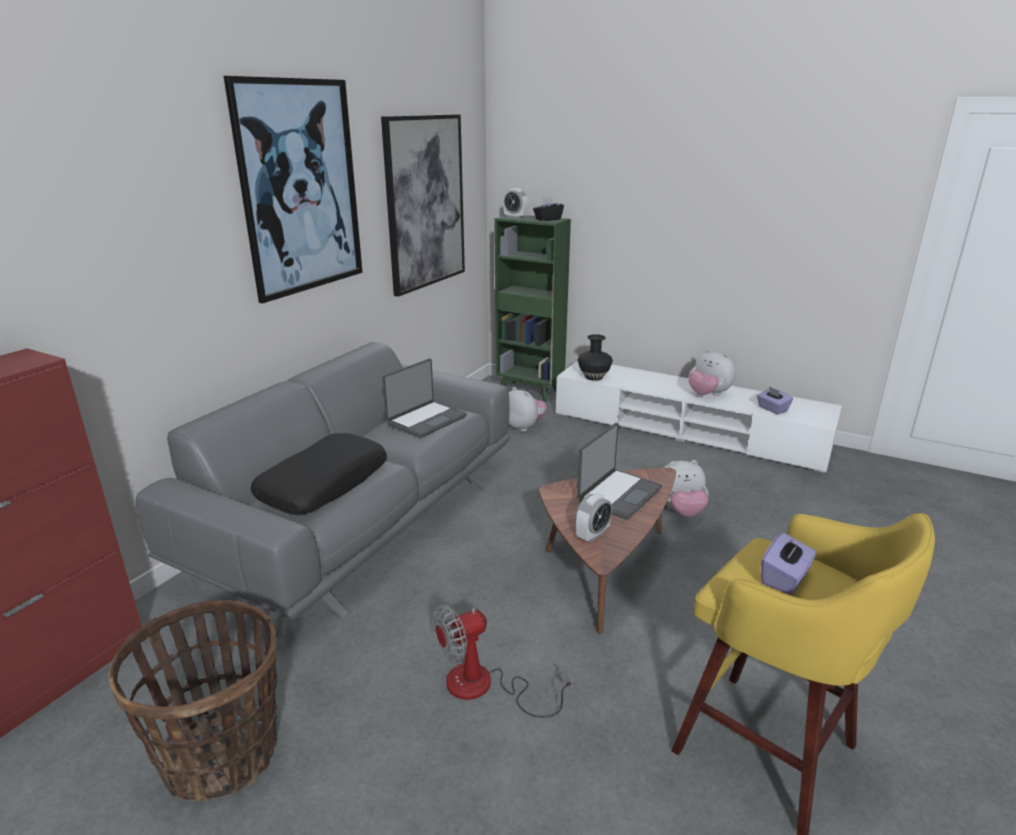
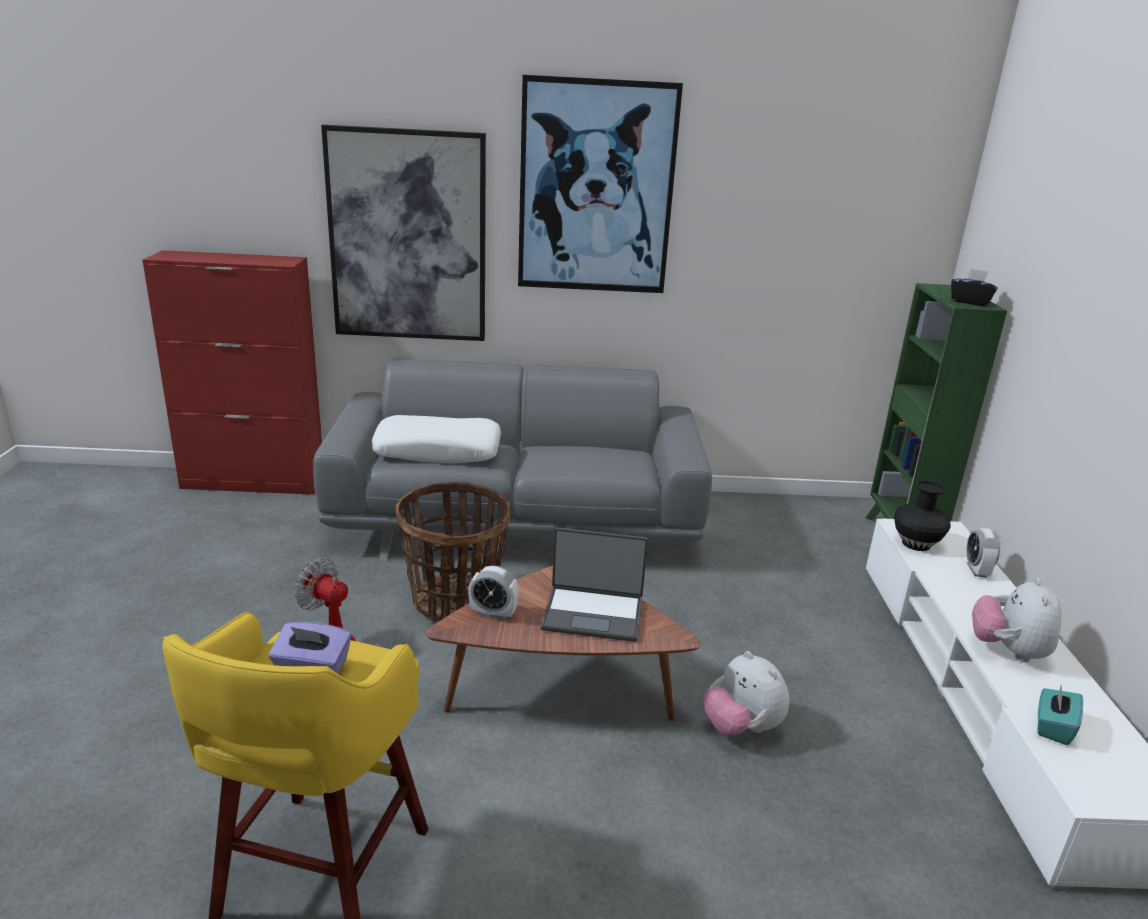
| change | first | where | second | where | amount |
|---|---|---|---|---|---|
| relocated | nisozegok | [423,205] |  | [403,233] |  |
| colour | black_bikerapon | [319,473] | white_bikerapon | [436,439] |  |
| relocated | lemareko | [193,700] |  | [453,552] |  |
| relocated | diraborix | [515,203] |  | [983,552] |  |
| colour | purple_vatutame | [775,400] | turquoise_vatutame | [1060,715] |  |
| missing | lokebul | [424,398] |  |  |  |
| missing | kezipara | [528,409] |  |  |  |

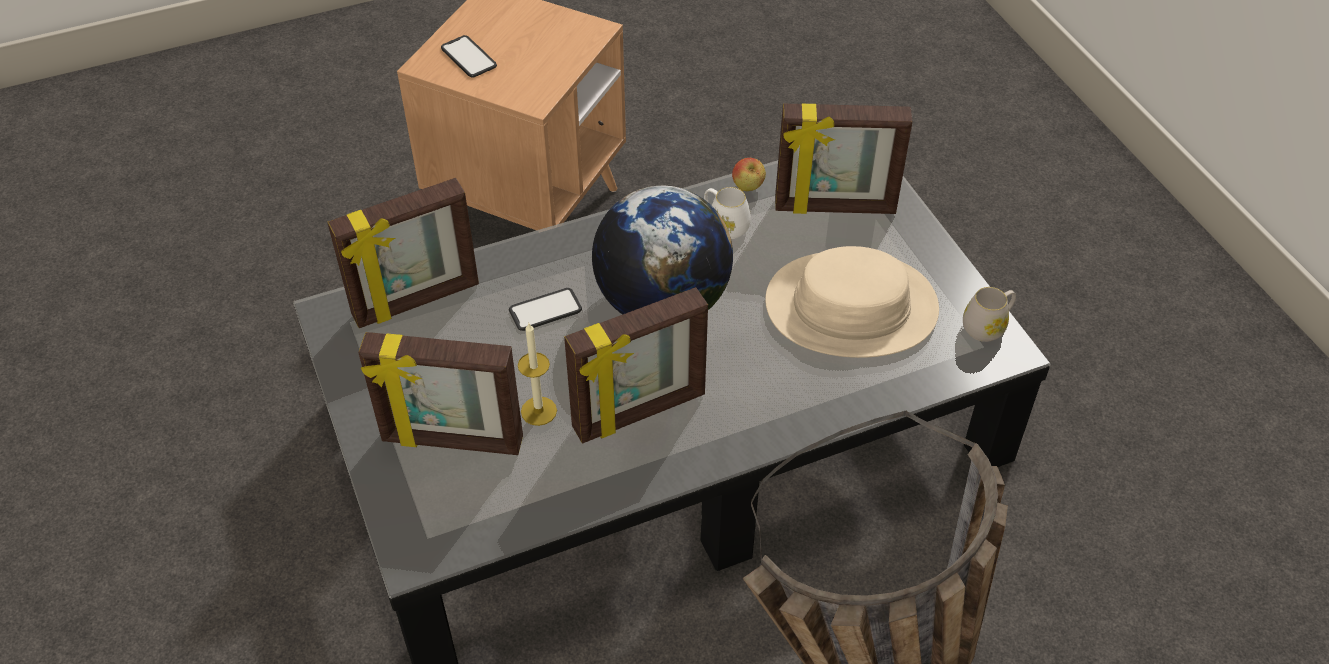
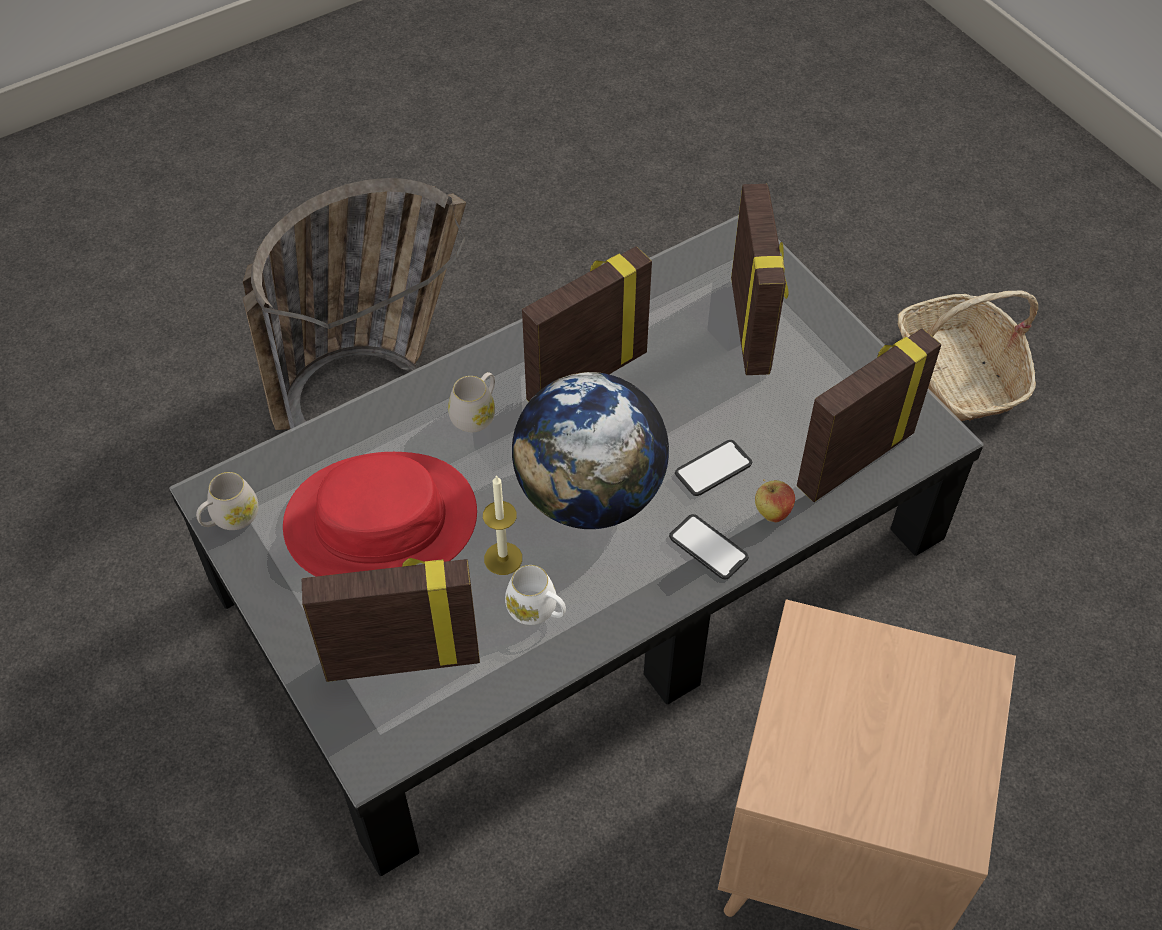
| change | first | where | second | where | amount |
|---|---|---|---|---|---|
| colour | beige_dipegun | [852,302] | red_dipegun | [380,514] |  |
| appeared |  |  | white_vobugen | [471,402] |  |
| relocated | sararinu | [537,374] |  | [502,525] |  |
| relocated | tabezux | [469,56] |  | [709,546] |  |
| spun | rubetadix | [440,393] |  | [760,279] | 90 degrees clockwise |
| relocated | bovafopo | [749,174] |  | [775,500] |  |
| appeared |  |  | lemareko | [968,356] |  |

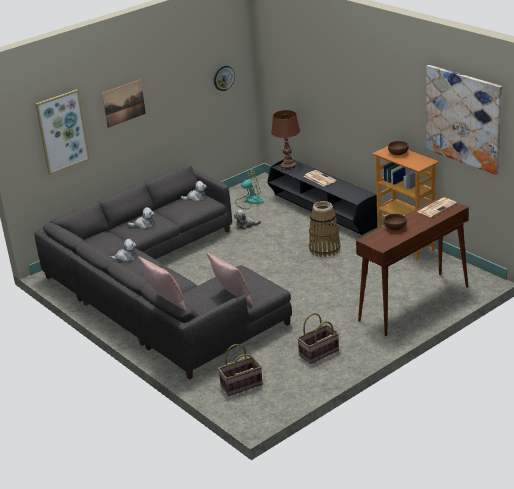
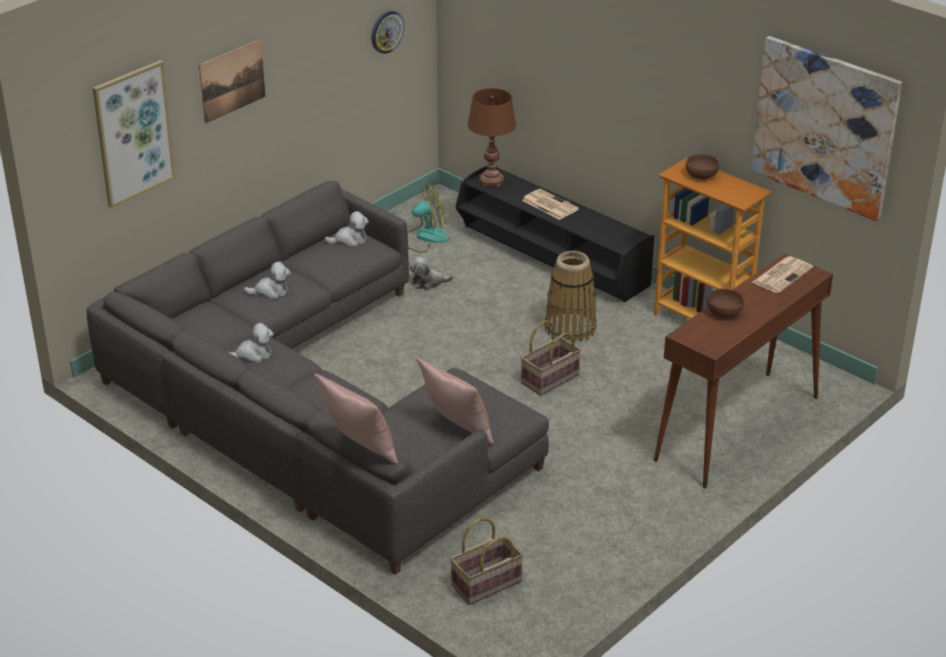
| change | first | where | second | where | amount |
|---|---|---|---|---|---|
| relocated | lemareko | [318,338] |  | [551,358] |  |

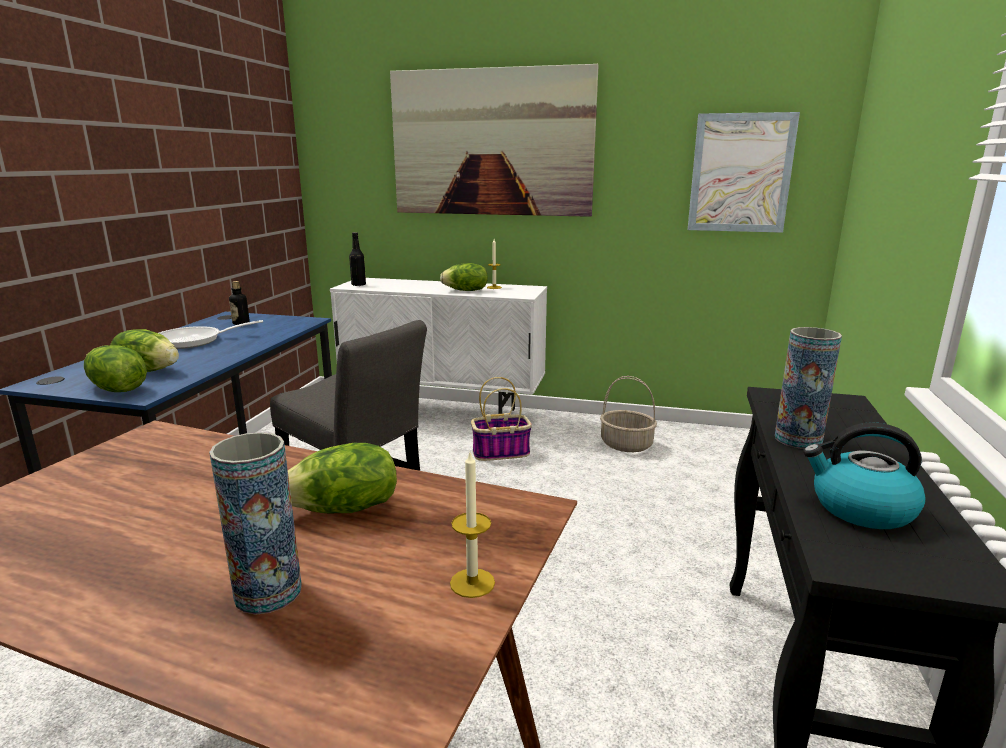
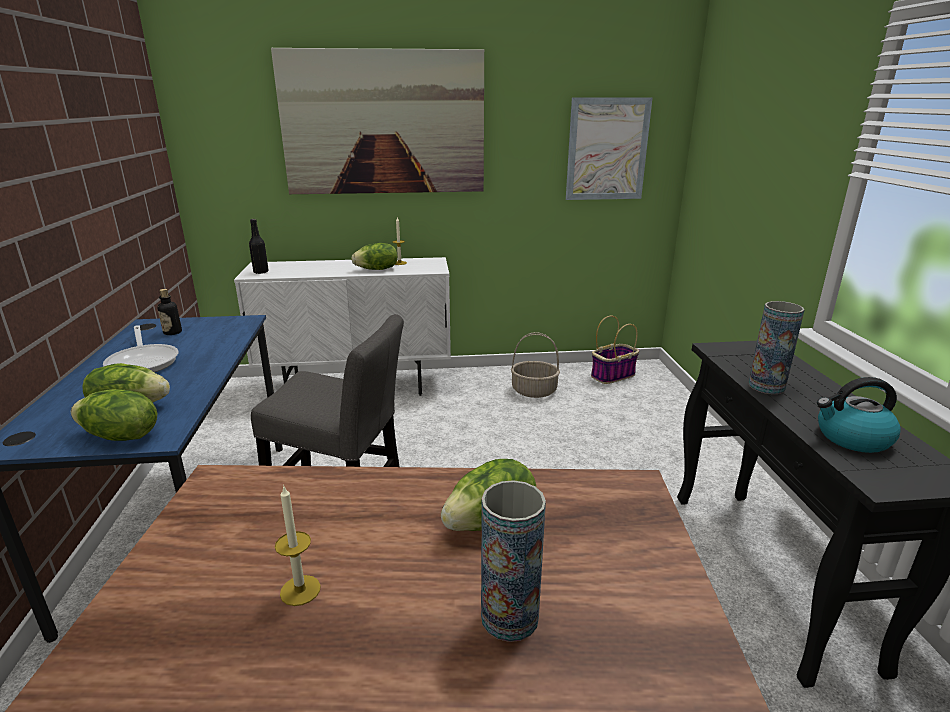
| change | first | where | second | where | amount |
|---|---|---|---|---|---|
| spun | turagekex | [211,334] |  | [141,349] | 75 degrees counterclockwise |
| relocated | sararinu | [472,525] |  | [298,545] |  |
| relocated | lemareko | [501,419] |  | [615,350] |  |

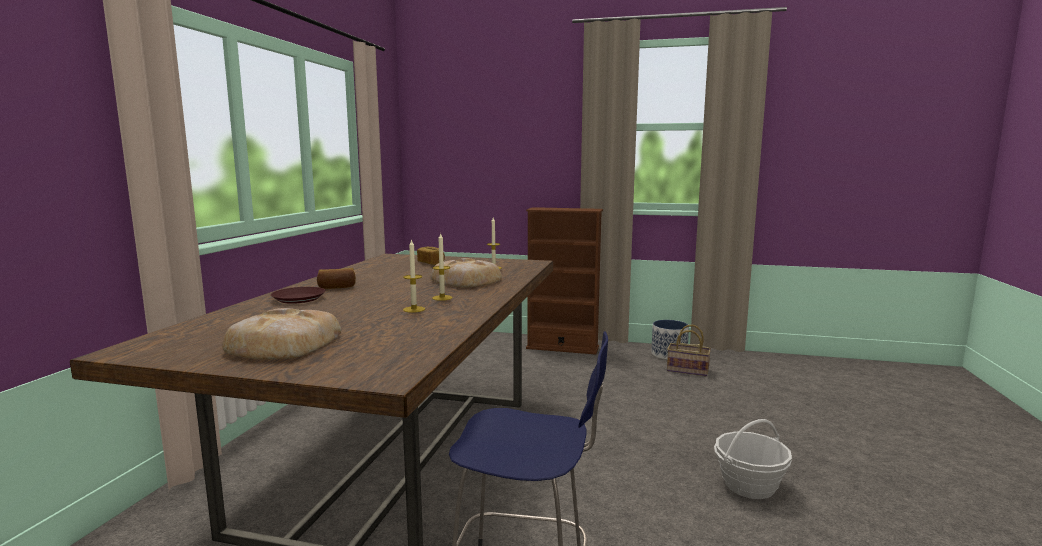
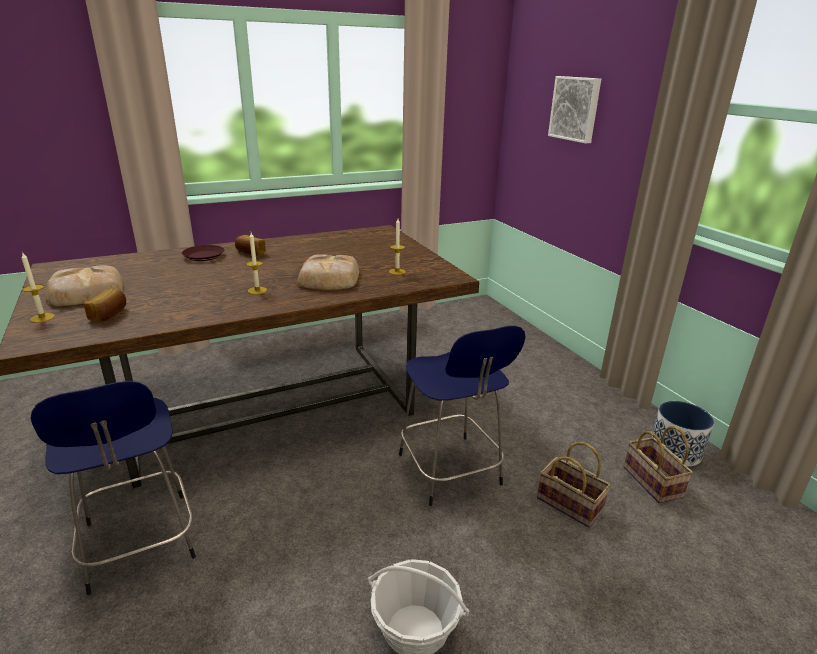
| change | first | where | second | where | amount |
|---|---|---|---|---|---|
| relocated | sararinu | [414,276] |  | [38,288] |  |
| relocated | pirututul | [431,256] |  | [105,305] |  |
| appeared |  |  | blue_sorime | [462,416] |  |
| appeared |  |  | lemareko | [574,485] |  |
| appeared |  |  | nisozegok | [574,109] |  |
| missing | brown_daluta | [564,281] |  |  |  |

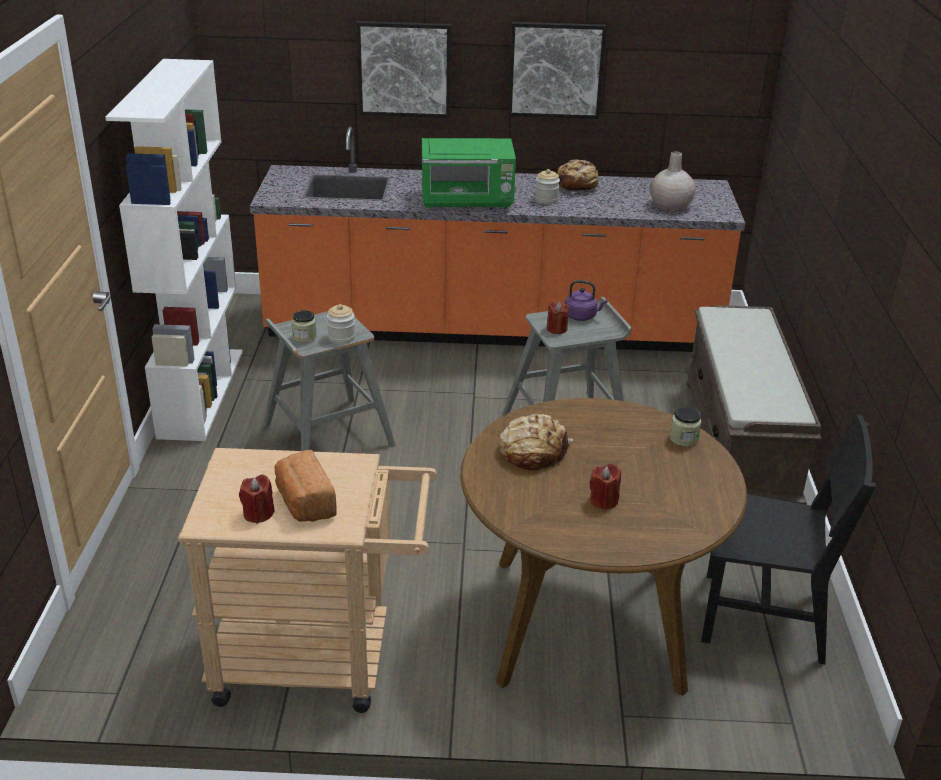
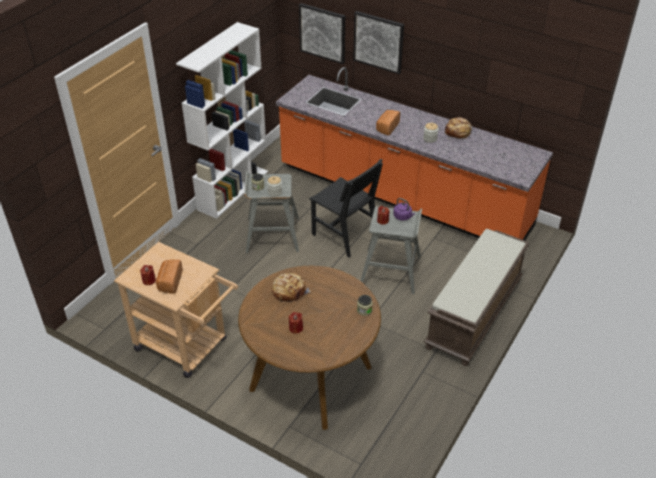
| change | first | where | second | where | amount |
|---|---|---|---|---|---|
| relocated | nisozegok | [557,70] |  | [322,33] |  |
| relocated | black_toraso | [788,539] |  | [346,208] |  |
| exchanged | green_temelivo | [469,173] | pirututul | [388,122] |  |
| missing | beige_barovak | [673,181] |  |  |  |

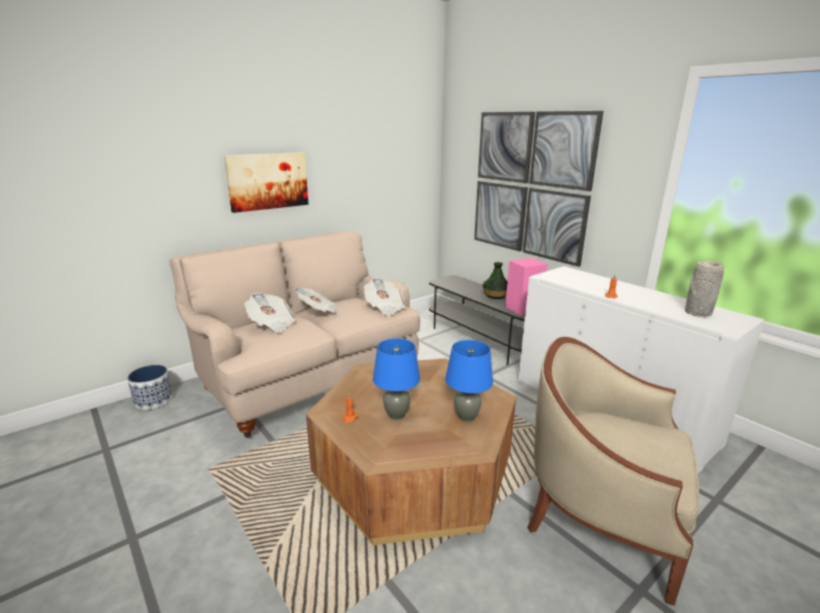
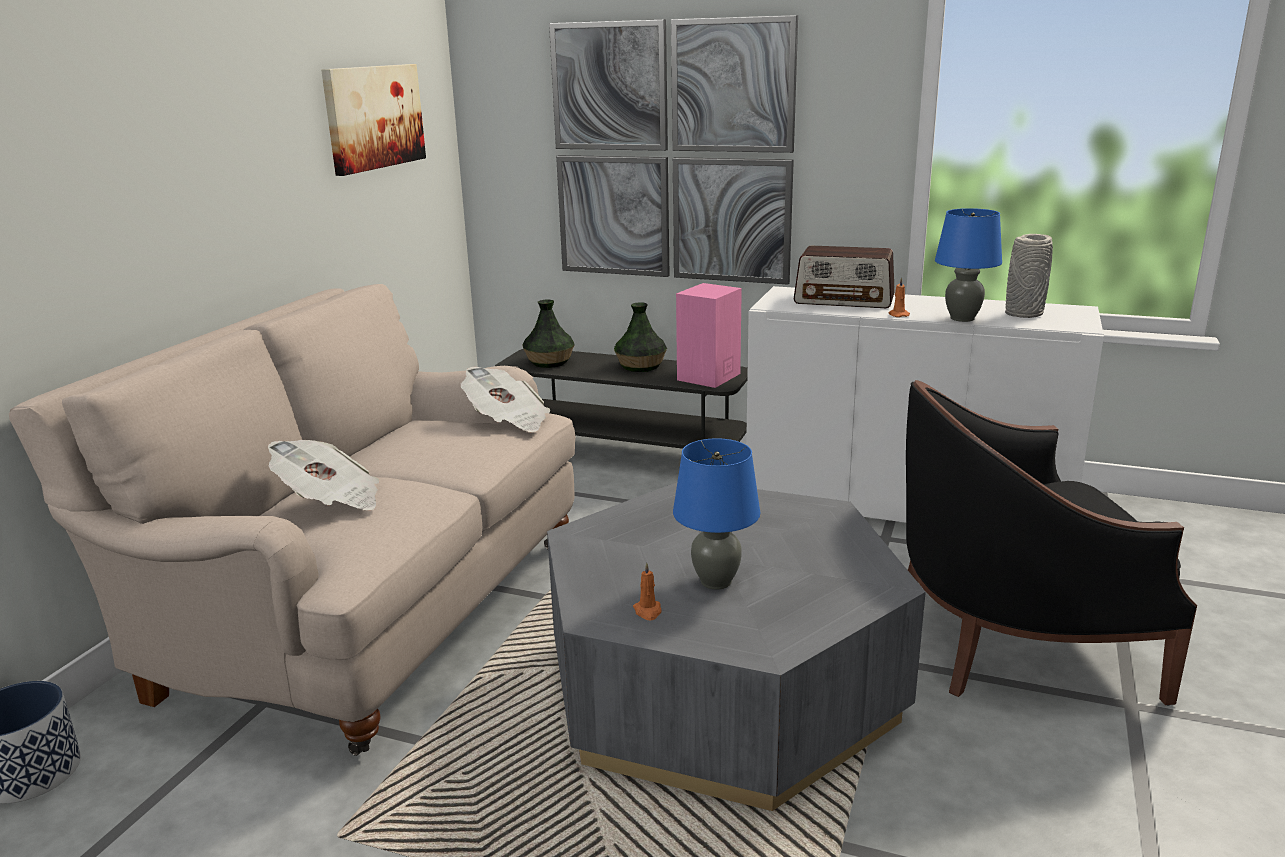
| change | first | where | second | where | amount |
|---|---|---|---|---|---|
| relocated | nisozegok | [266,182] |  | [373,120] |  |
| appeared |  |  | barovak | [548,334] |  |
| colour | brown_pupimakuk | [411,451] | grey_pupimakuk | [736,646] |  |
| appeared |  |  | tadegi | [844,277] |  |
| colour | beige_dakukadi | [613,471] | black_dakukadi | [1051,542] |  |
| relocated | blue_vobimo | [469,381] |  | [968,265] |  |
| missing | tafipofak | [317,301] |  |  |  |

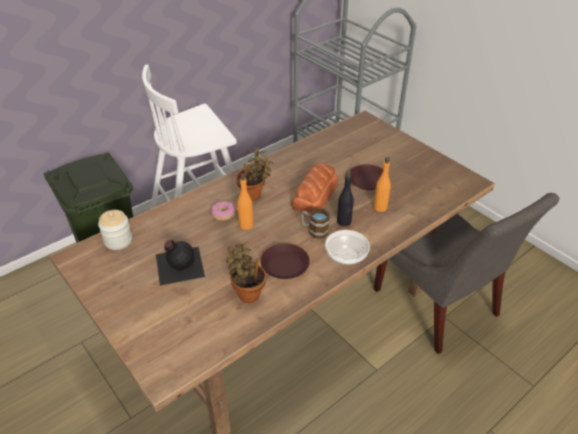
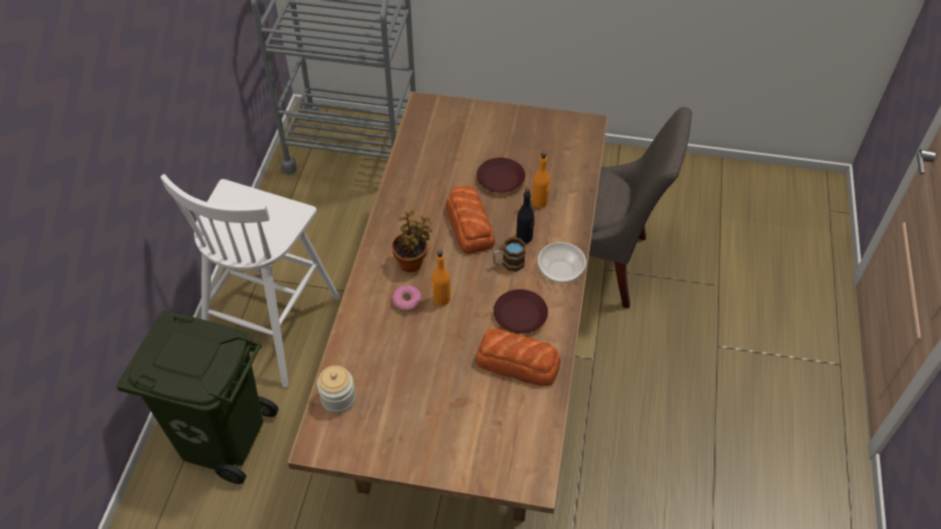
| change | first | where | second | where | amount |
|---|---|---|---|---|---|
| exchanged | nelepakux | [246,272] | pirututul | [517,357] |  |
| missing | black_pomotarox | [180,263] |  |  |  |

